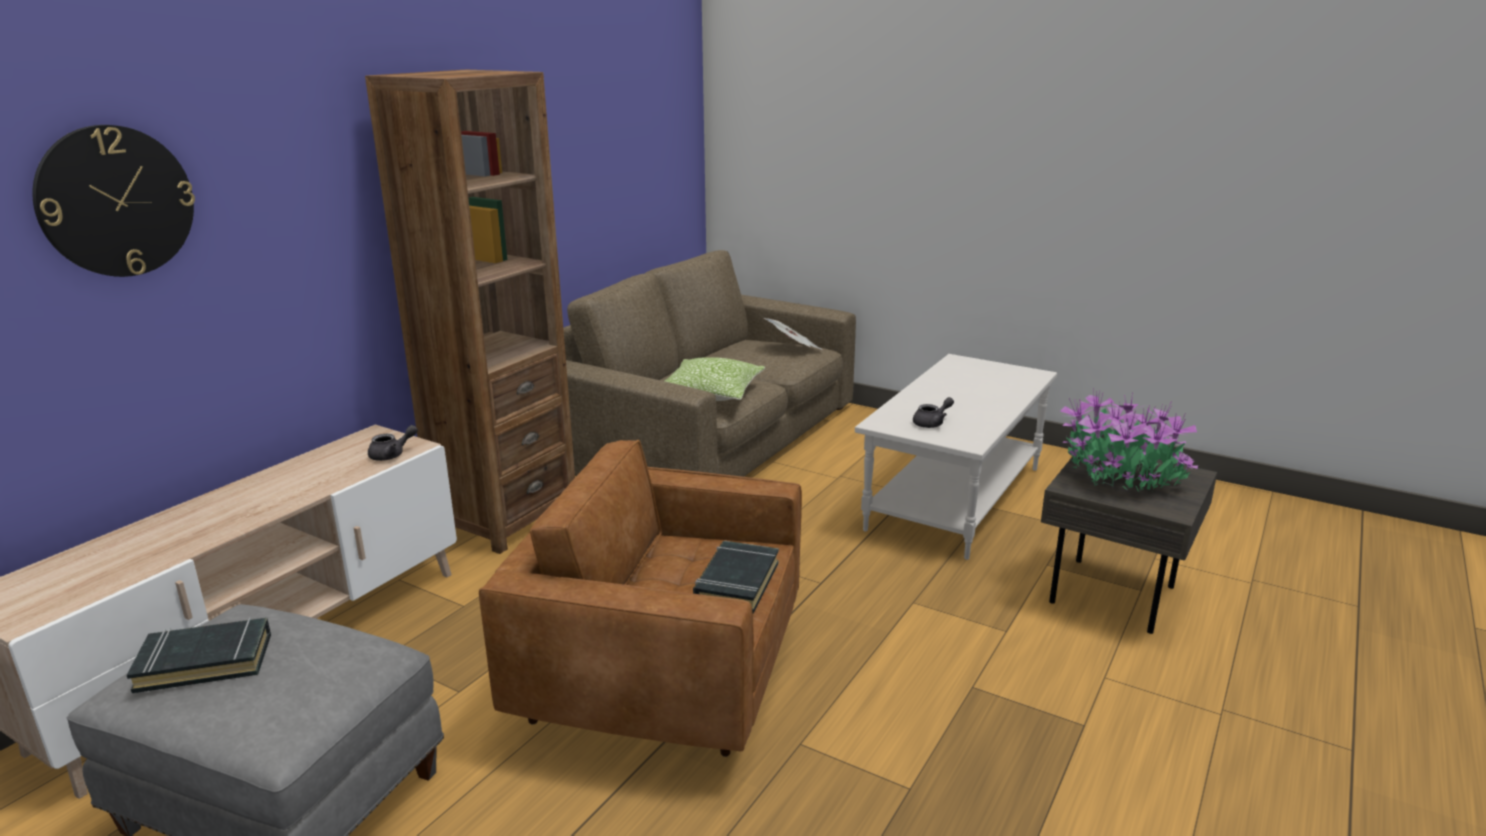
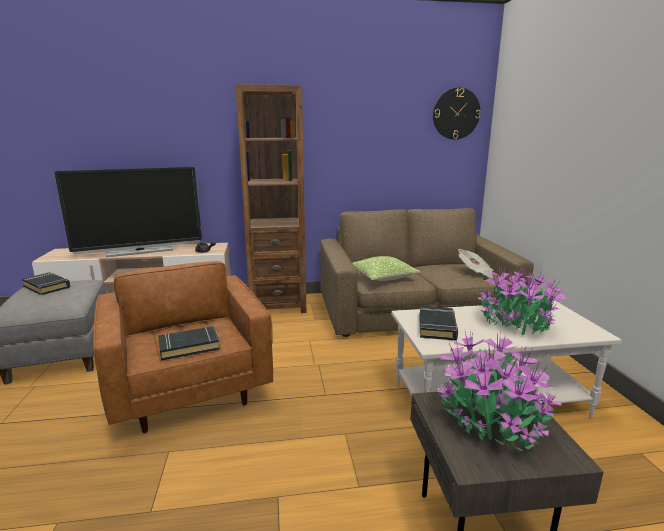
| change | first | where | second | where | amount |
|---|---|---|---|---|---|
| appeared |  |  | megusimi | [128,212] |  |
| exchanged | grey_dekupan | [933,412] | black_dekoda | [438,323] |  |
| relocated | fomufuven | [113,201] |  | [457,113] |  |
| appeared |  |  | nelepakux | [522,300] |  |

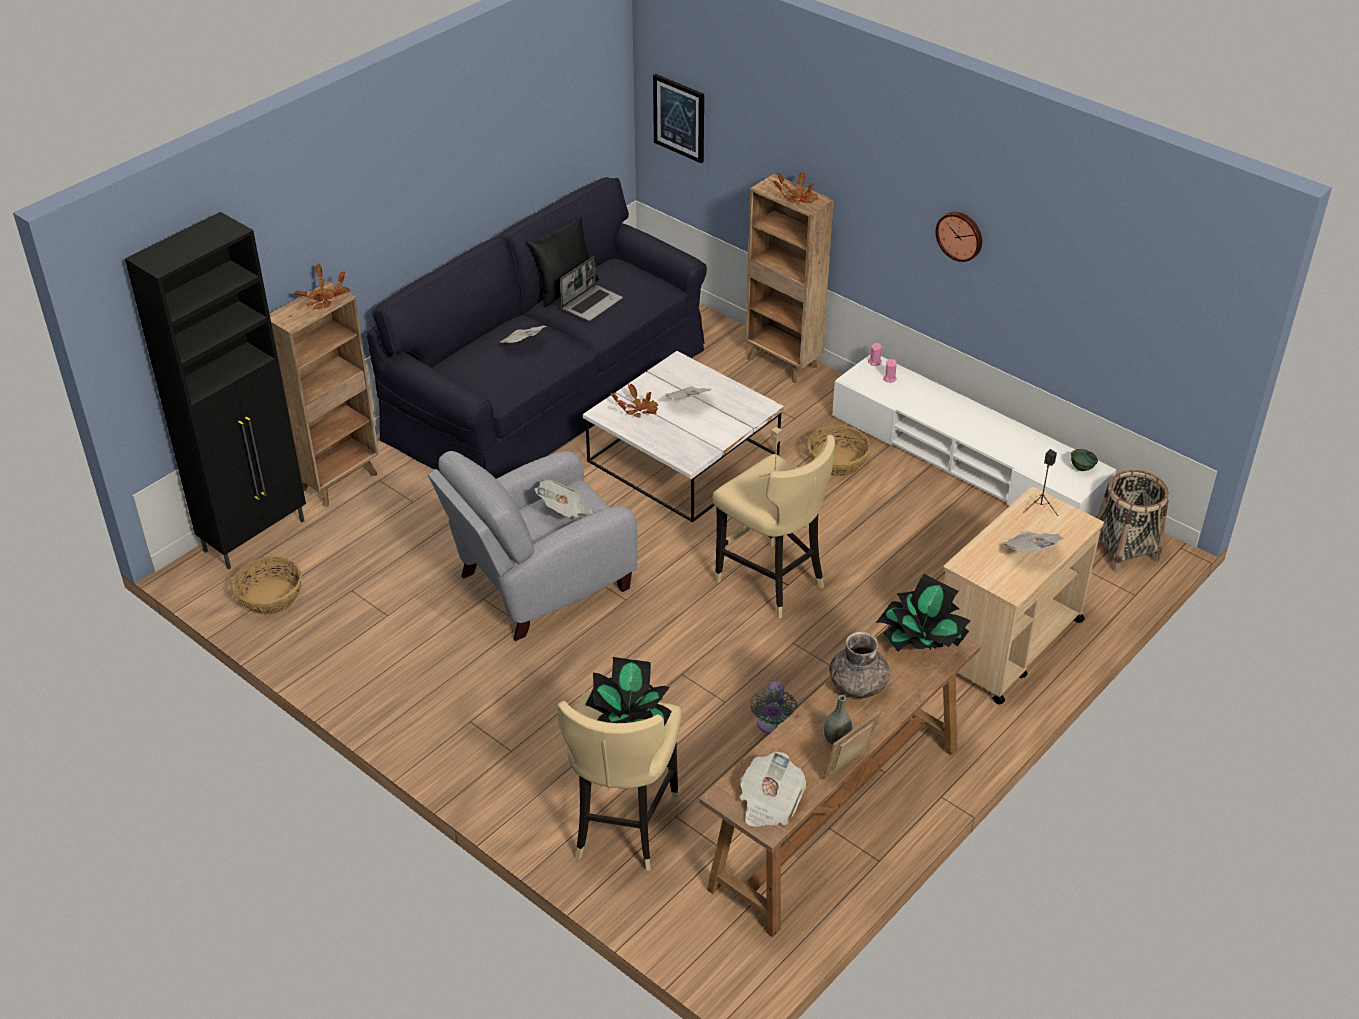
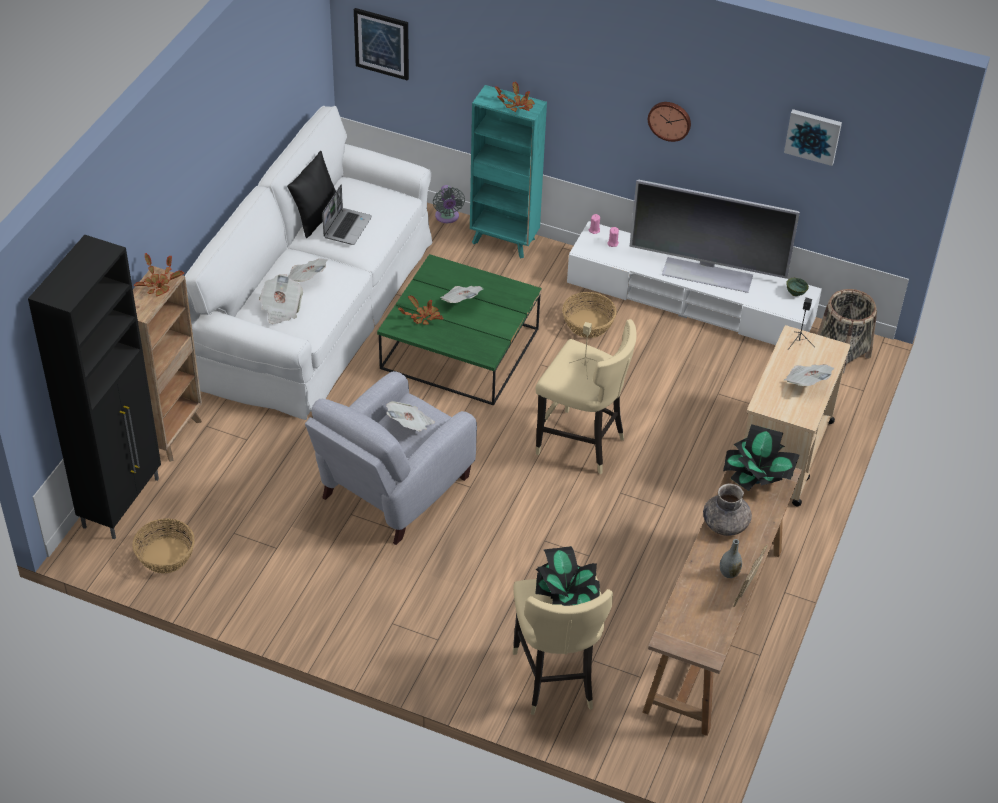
| change | first | where | second | where | amount |
|---|---|---|---|---|---|
| colour | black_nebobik | [537,328] | white_nebobik | [308,263] |  |
| relocated | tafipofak | [773,789] |  | [281,299] |  |
| colour | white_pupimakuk | [683,436] | green_pupimakuk | [459,329] |  |
| relocated | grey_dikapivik | [774,707] |  | [449,204] |  |
| colour | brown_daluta | [789,278] | turquoise_daluta | [508,171] |  |
| appeared |  |  | megusimi | [714,236] |  |
| appeared |  |  | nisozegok | [813,137] |  |

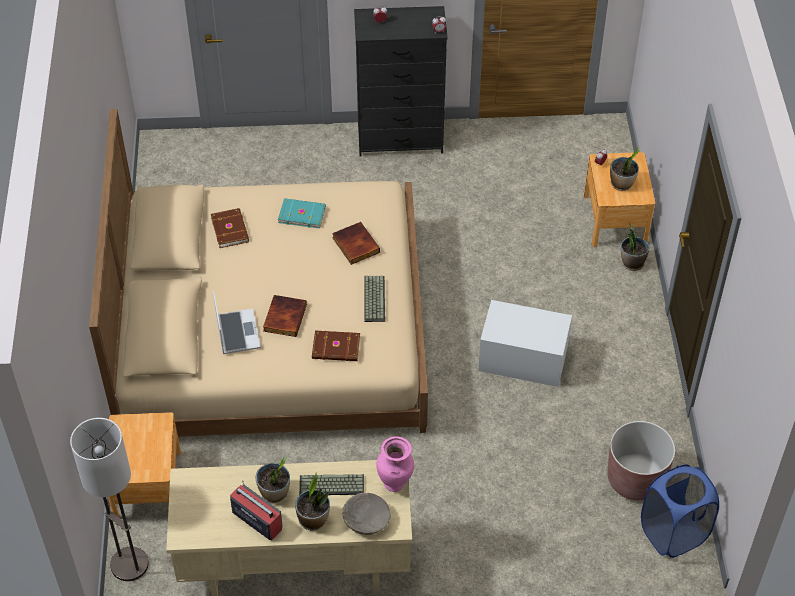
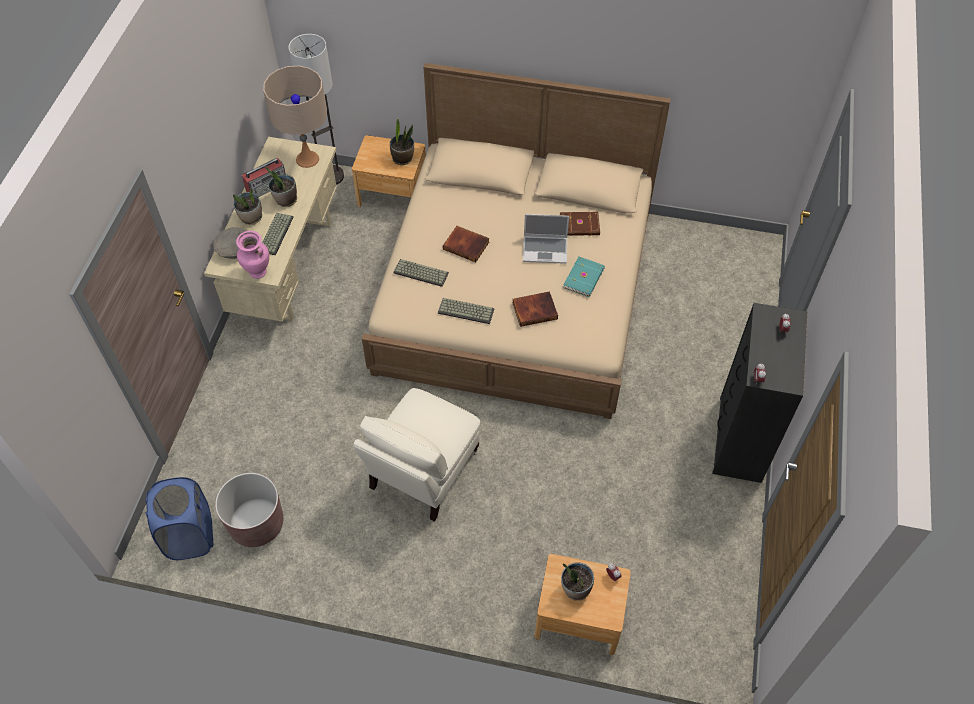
| change | first | where | second | where | amount |
|---|---|---|---|---|---|
| appeared |  |  | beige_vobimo | [295,117] |  |
| exchanged | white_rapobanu | [525,343] | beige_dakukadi | [416,455] |  |
| relocated | nelepakux | [635,246] |  | [402,141] |  |
| exchanged | brown_dekoda | [336,346] | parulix | [421,273] |  |
| relocated | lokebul | [237,322] |  | [546,239] |  |

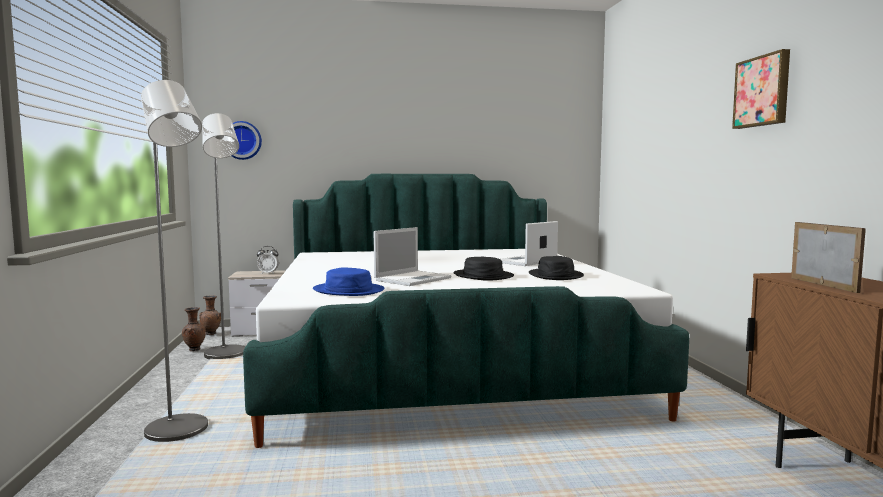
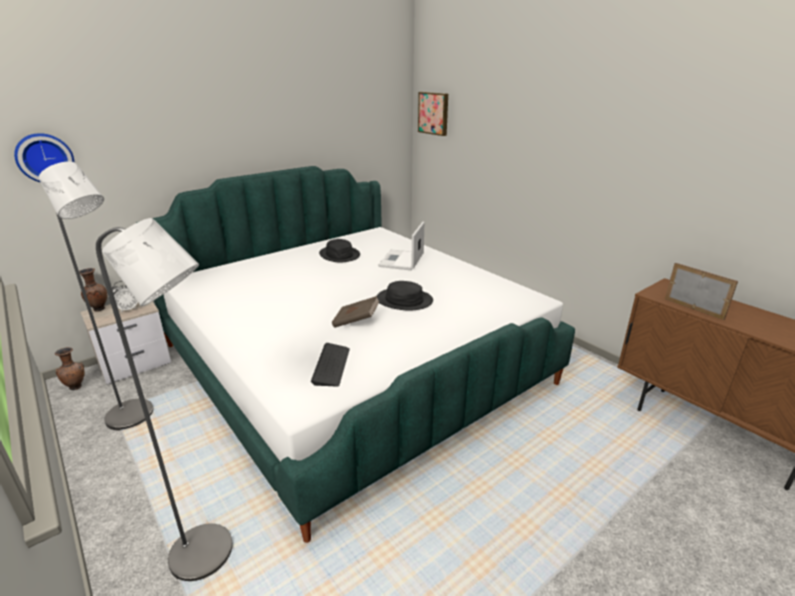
| change | first | where | second | where | amount |
|---|---|---|---|---|---|
| relocated | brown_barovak | [194,329] |  | [93,290] |  |
| exchanged | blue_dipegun | [349,282] | parulix | [330,365] |  |
| relocated | black_dipegun | [556,268] |  | [339,250] |  |
| exchanged | lokebul | [412,256] | brown_dekoda | [356,312] |  |
| relocated | nisozegok | [761,89] |  | [433,114] |  |

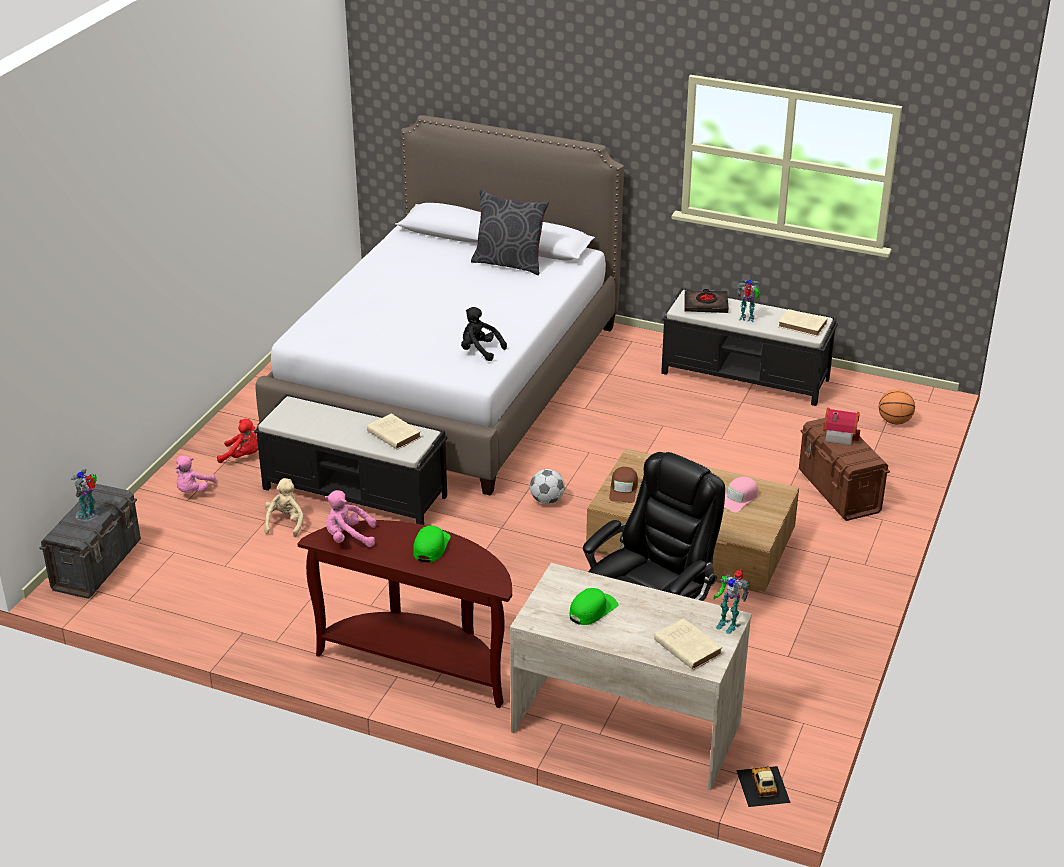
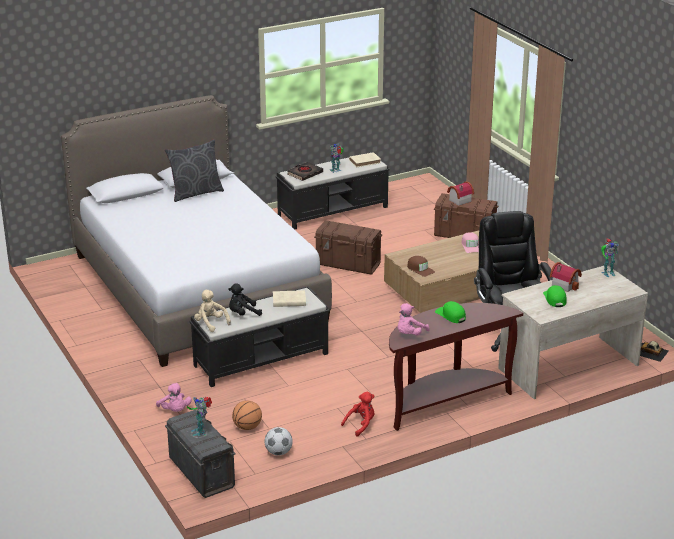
| change | first | where | second | where | amount |
|---|---|---|---|---|---|
| relocated | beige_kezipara | [284,507] |  | [212,311] |  |
| relocated | black_kezipara | [484,334] |  | [245,299] |  |
| relocated | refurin | [897,406] |  | [247,415] |  |
| relocated | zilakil | [547,486] |  | [279,441] |  |
| appeared |  |  | brown_rapobanu | [348,247] |  |
| relocated | red_kezipara | [237,441] |  | [358,414] |  |
| appeared |  |  | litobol | [566,277] |  |
| missing | beige_dekoda | [688,644] |  |  |  |

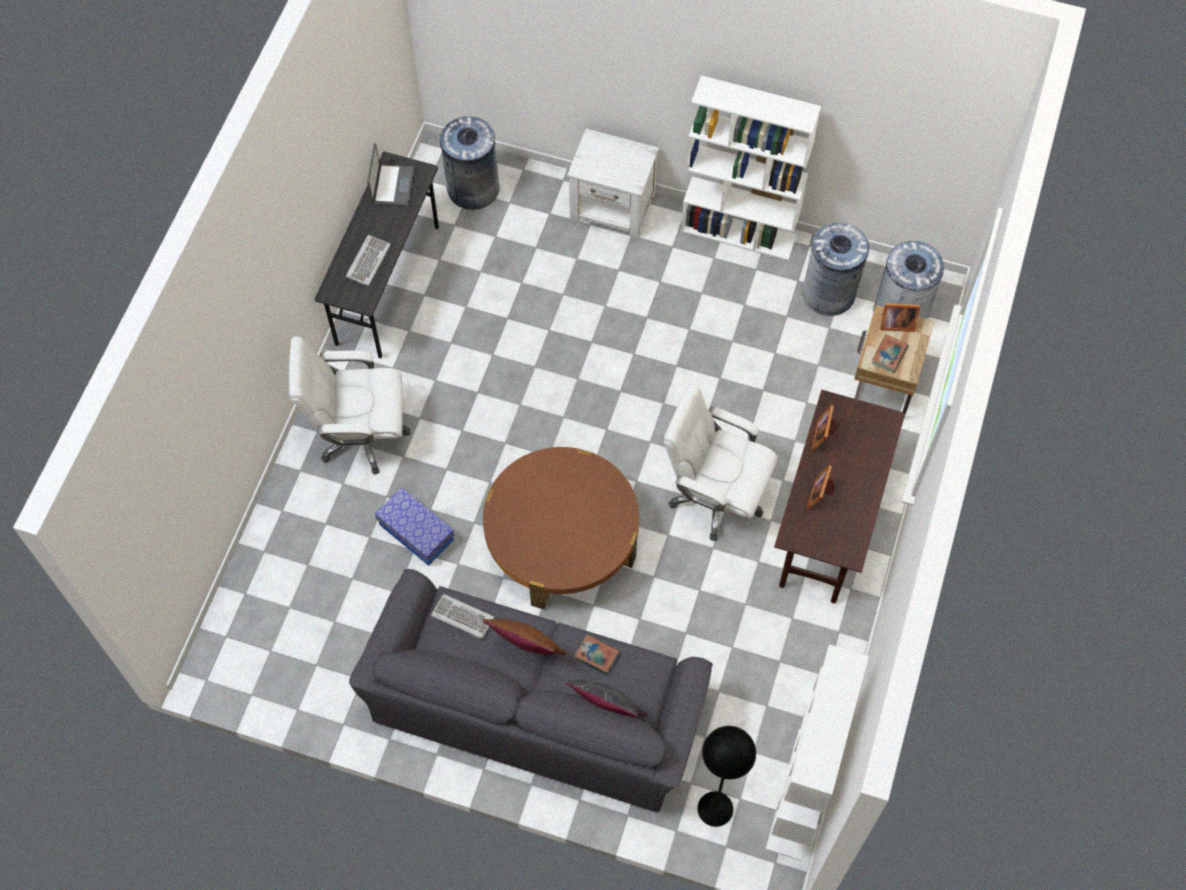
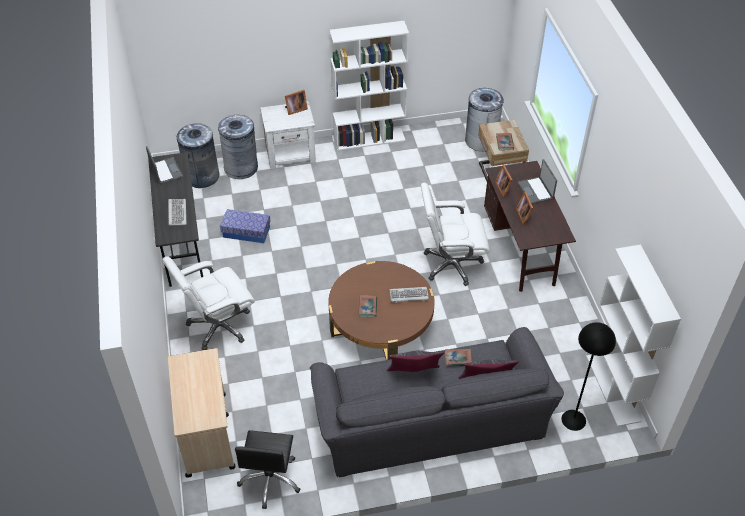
| change | first | where | second | where | amount |
|---|---|---|---|---|---|
| appeared |  |  | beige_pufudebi | [202,413] |  |
| relocated | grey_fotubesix | [835,269] |  | [238,147] |  |
| relocated | rapobanu | [415,526] |  | [245,226] |  |
| appeared |  |  | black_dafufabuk | [268,469] |  |
| relocated | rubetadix | [900,317] |  | [296,102] |  |
| appeared |  |  | dekoda | [367,306] |  |
| colour | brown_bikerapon | [524,637] | grey_bikerapon | [416,361] |  |
| relocated | parulix | [462,616] |  | [409,295] |  |
| appeared |  |  | lokebul | [537,181] |  |

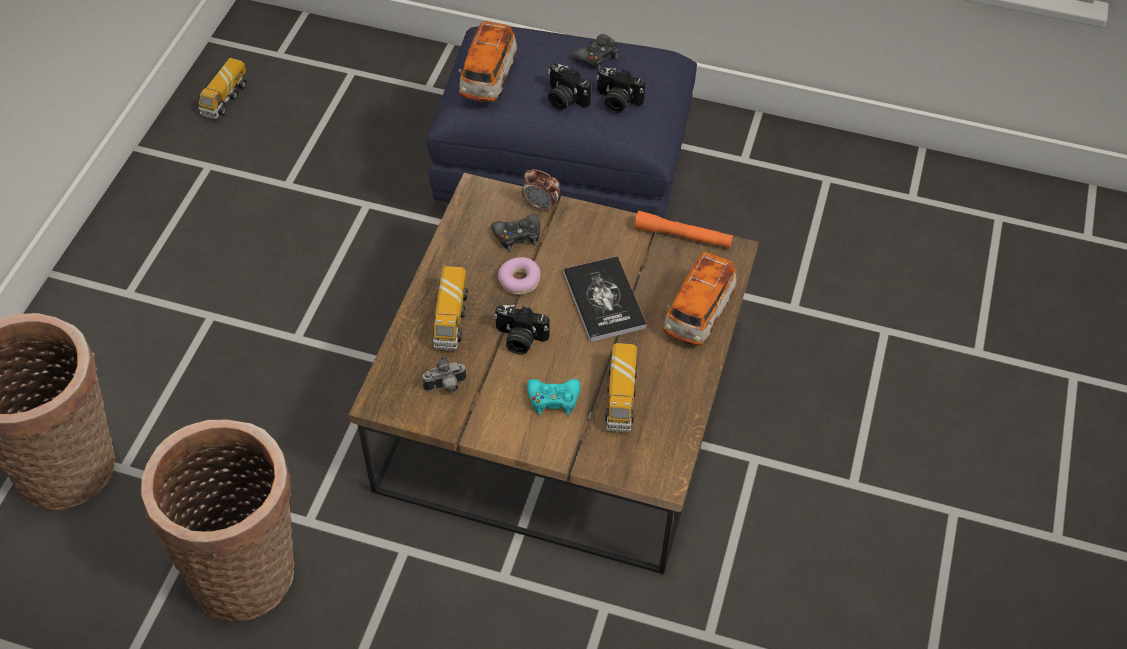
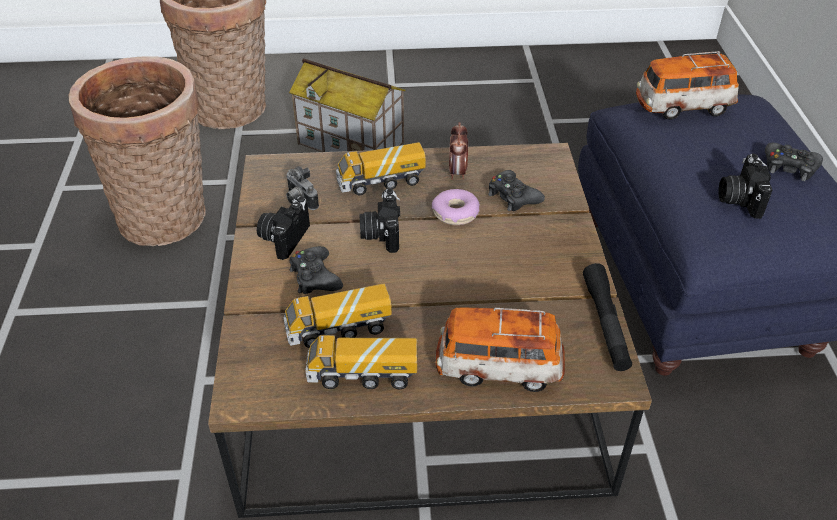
| change | first | where | second | where | amount |
|---|---|---|---|---|---|
| relocated | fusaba | [569,86] |  | [283,228] |  |
| appeared |  |  | litobol | [347,105] |  |
| colour | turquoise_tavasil | [553,397] | black_tavasil | [316,270] |  |
| relocated | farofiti | [222,88] |  | [361,362] |  |
| relocated | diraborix | [541,191] |  | [458,151] |  |
| colour | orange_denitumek | [683,229] | black_denitumek | [607,317] |  |
| missing | dekoda | [605,299] |  |  |  |

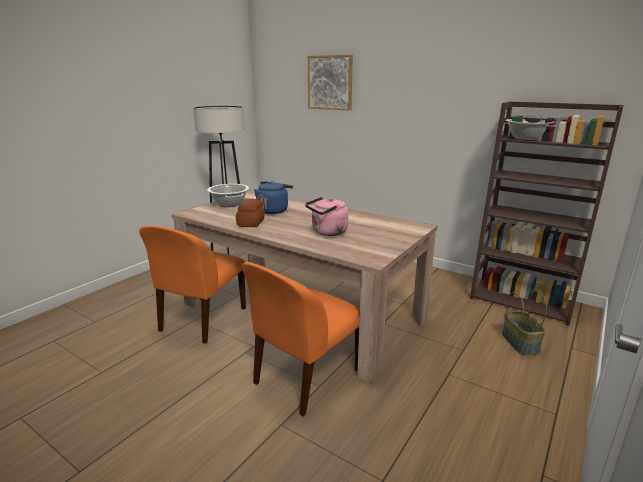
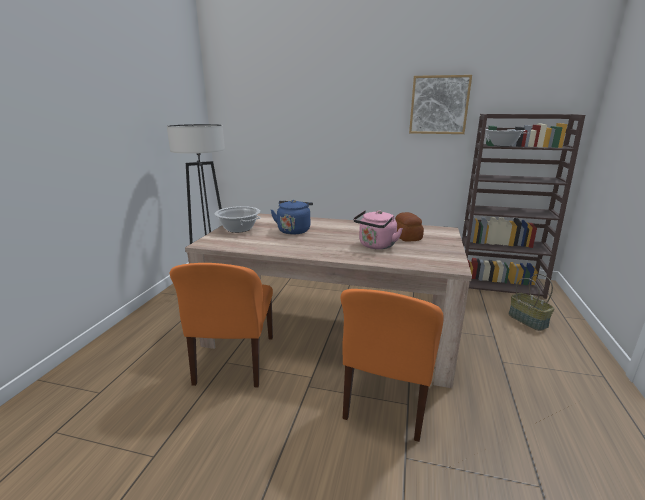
| change | first | where | second | where | amount |
|---|---|---|---|---|---|
| relocated | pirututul | [250,213] |  | [409,227] |  |
| relocated | nisozegok | [330,83] |  | [440,104] |  |

